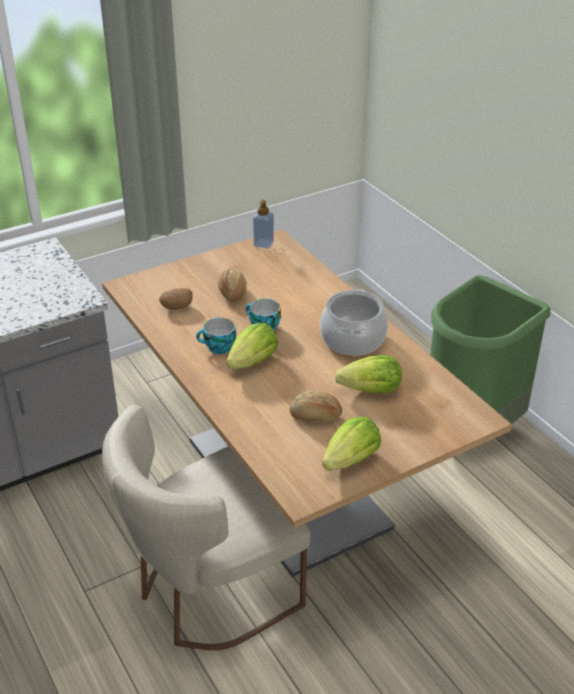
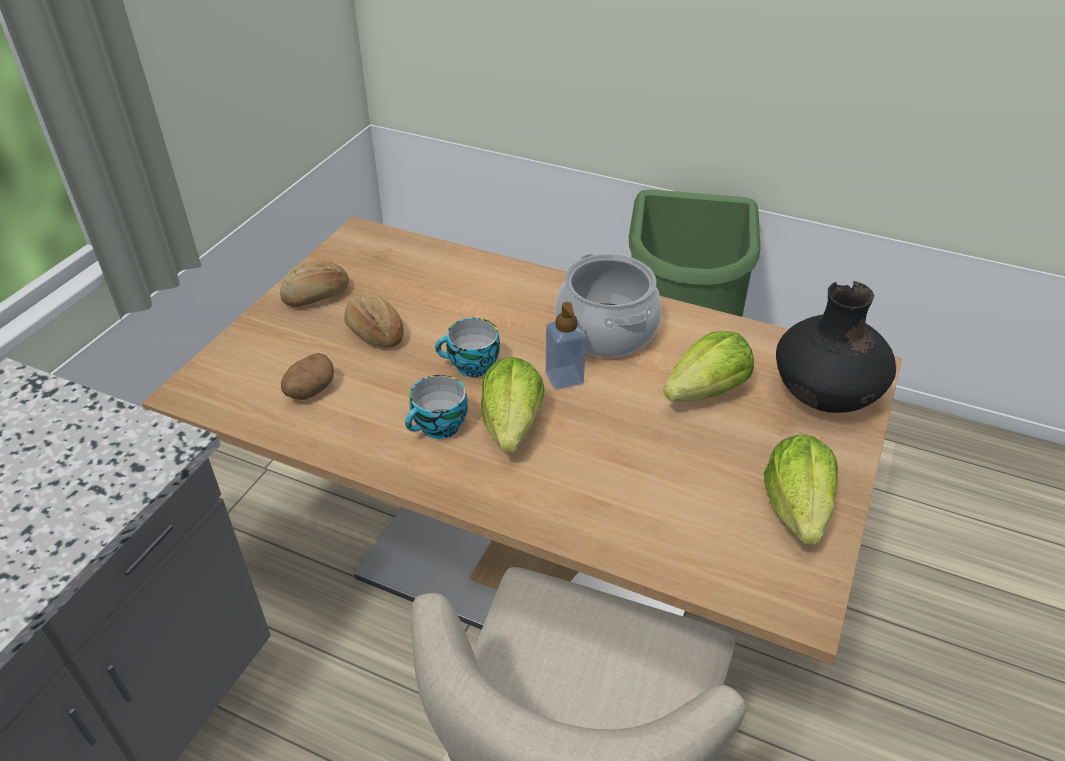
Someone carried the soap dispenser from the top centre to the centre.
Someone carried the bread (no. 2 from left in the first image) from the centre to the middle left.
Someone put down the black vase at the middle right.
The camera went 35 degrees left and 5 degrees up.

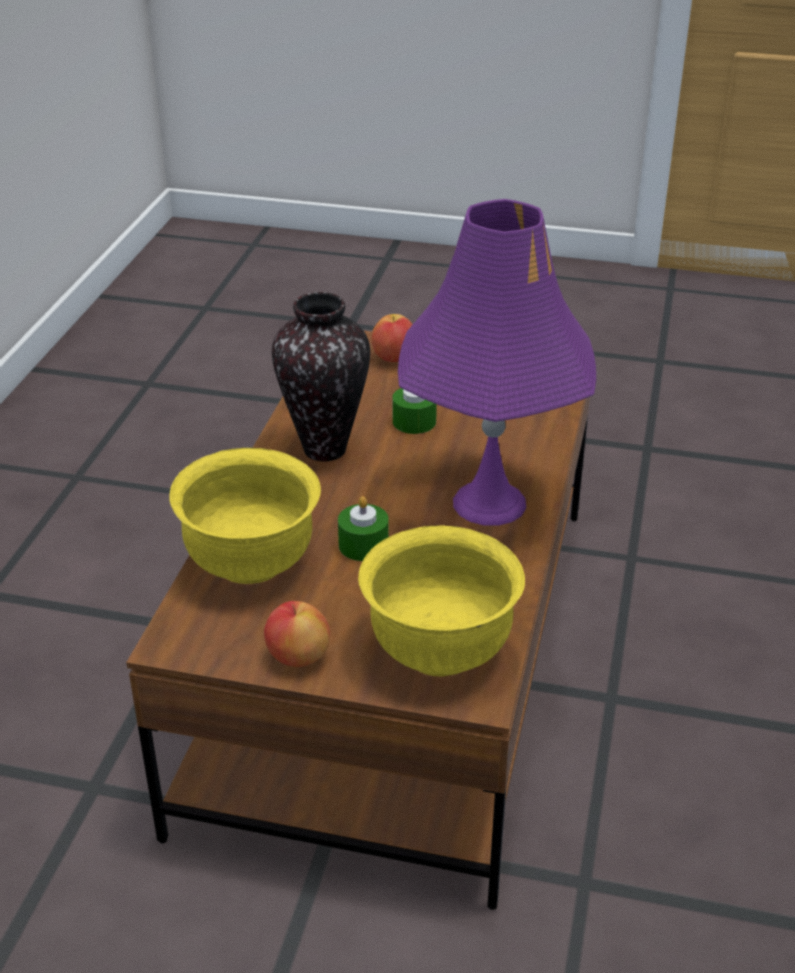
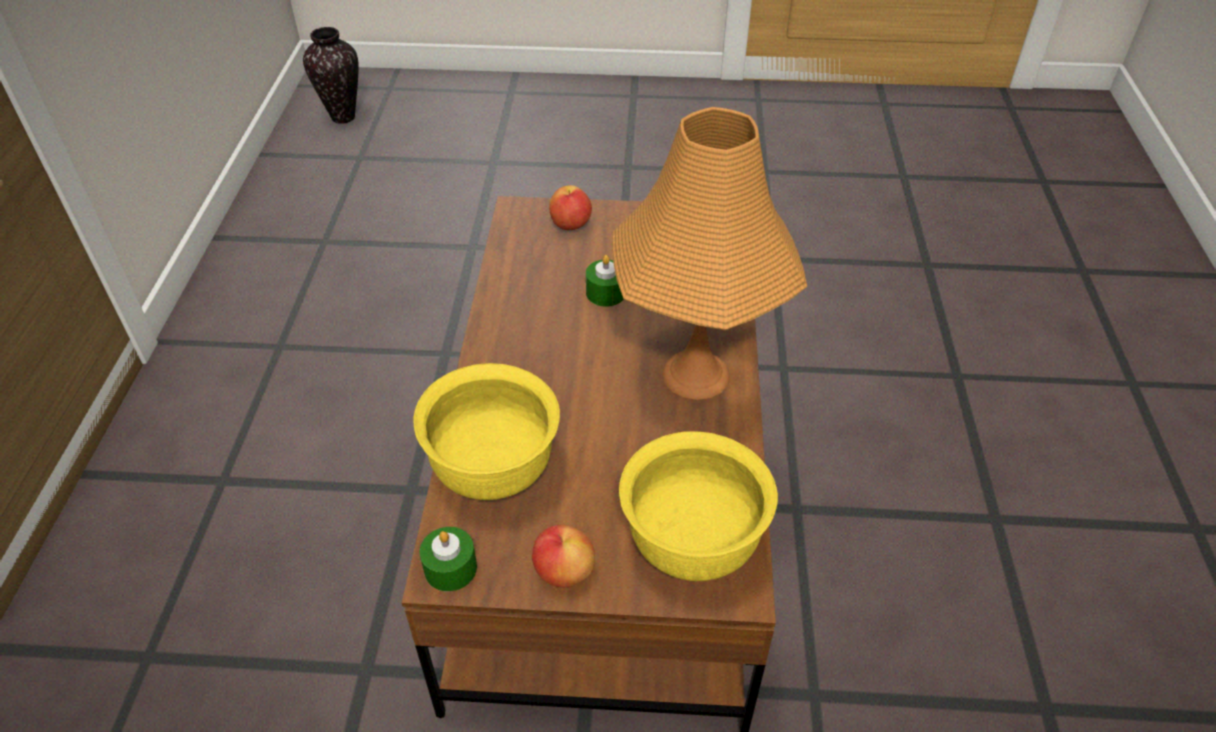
Someone carried the vase from the centre to the top left.
Someone carried the green candle (no. 1 from left) from the centre to the bottom centre.
Someone repainted the purple table lamp at the centre, which became the orange table lamp at the centre.
The camera went 10 degrees left and 10 degrees up.

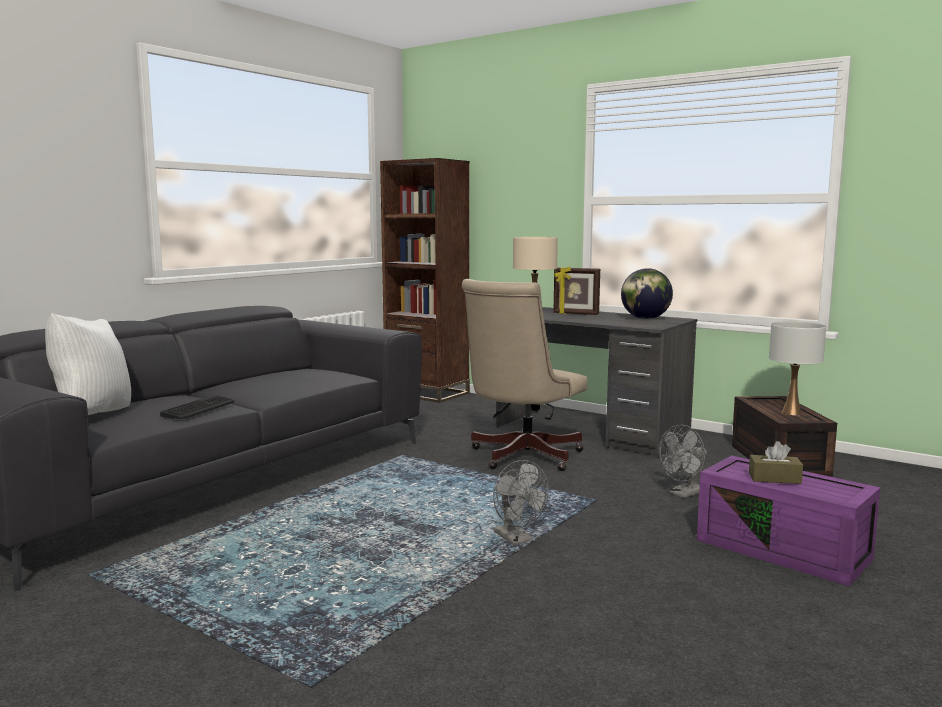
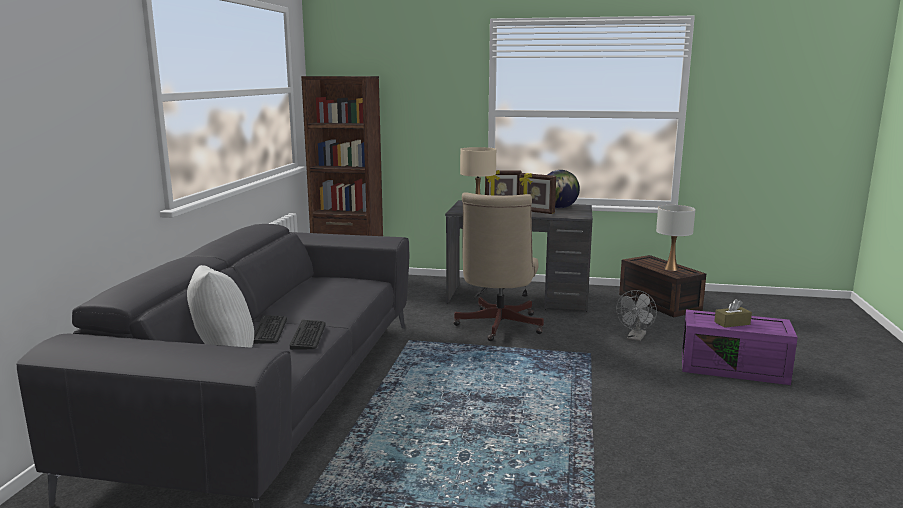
Someone took away the grey fan (no. 1 from left) at the bottom centre.
Someone put down the keyboard (no. 1 from left) at the middle left.
Someone put down the picture frame (no. 2 from left) at the centre.
The camera went 25 degrees left and 5 degrees up.

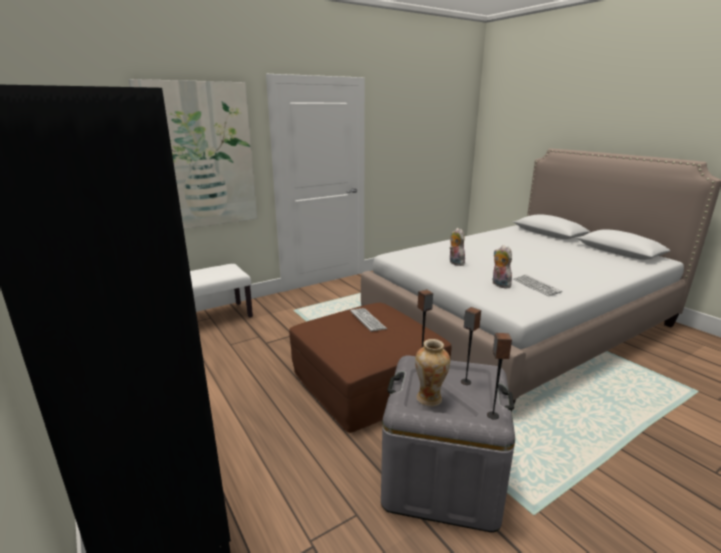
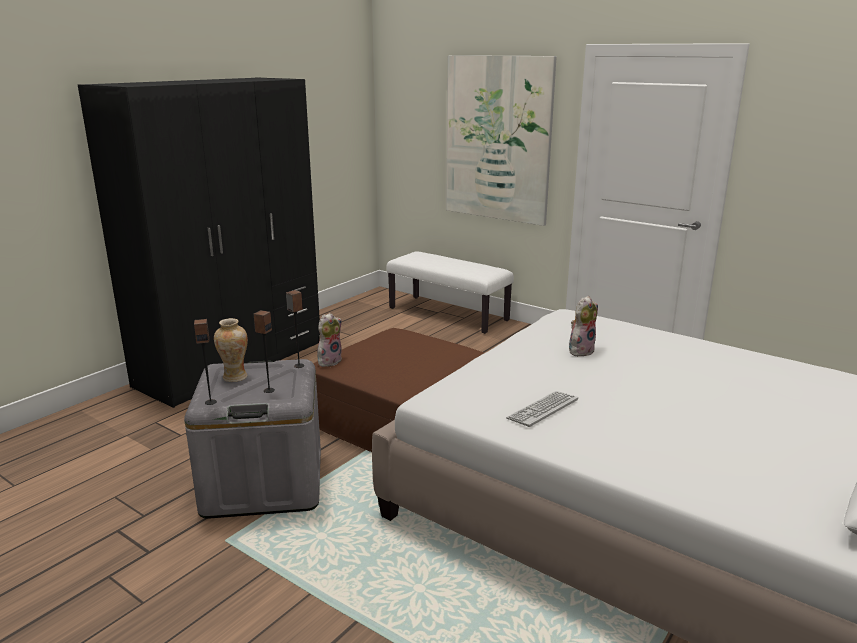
Someone took away the keyboard (no. 1 from left) at the centre.
Someone carried the plush toy (no. 2 from left in the first image) from the middle right to the centre.
The camera went 70 degrees right and 0 degrees up.

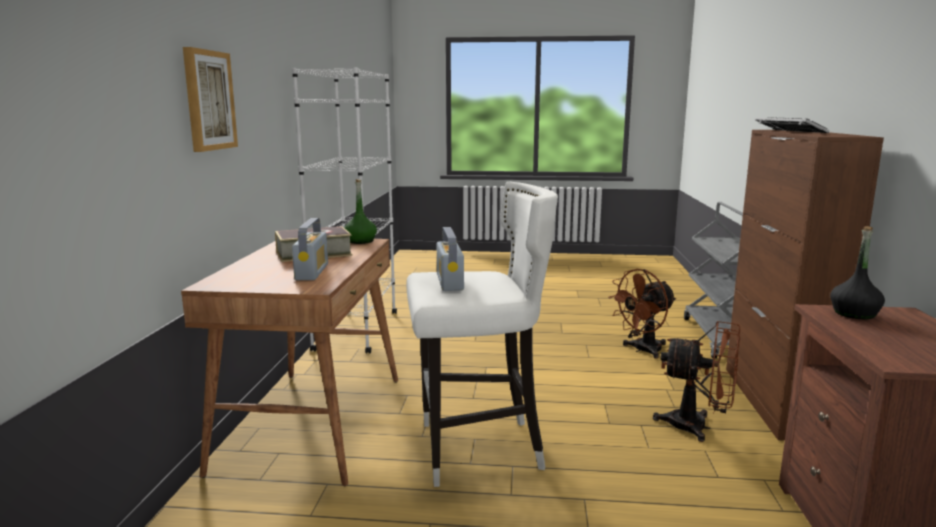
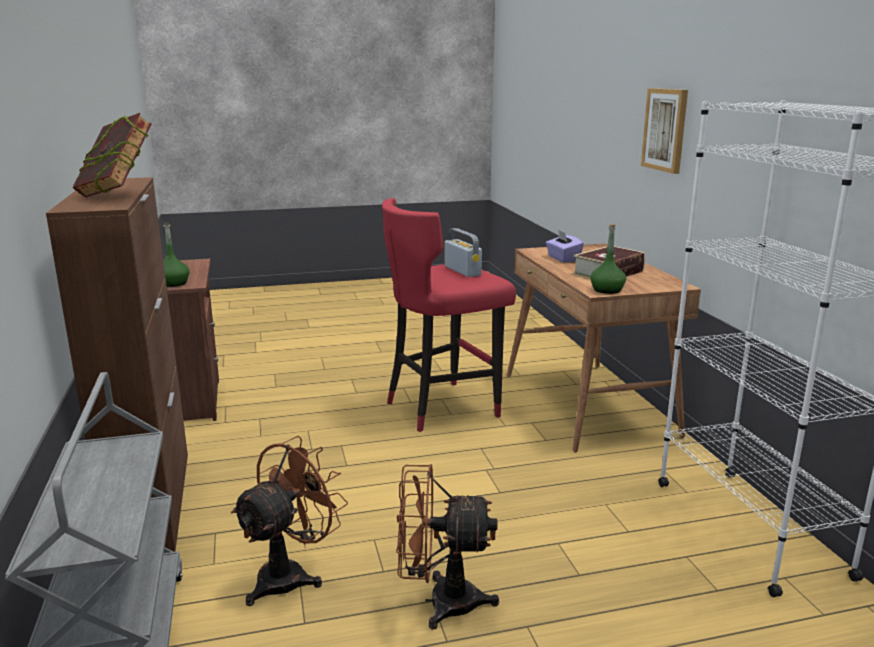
Someone swapped the radio (no. 1 from left) at the middle left for the purple tissue box at the centre.
Someone repainted the white stool at the centre, which became the red stool at the centre.
Someone carried the brown fan (no. 2 from left) from the bottom right to the bottom centre.
Someone swapped the keyboard at the top right for the book (no. 1 from left) at the top left.
Someone repainted the black bottle at the middle right, which became the green bottle (no. 1 from left) at the middle left.
The camera went 160 degrees right and 5 degrees up.

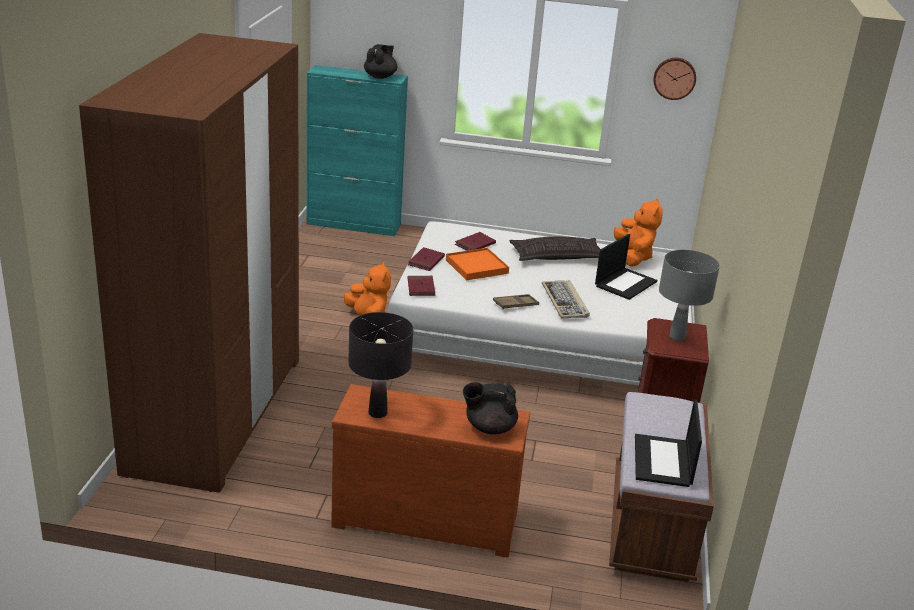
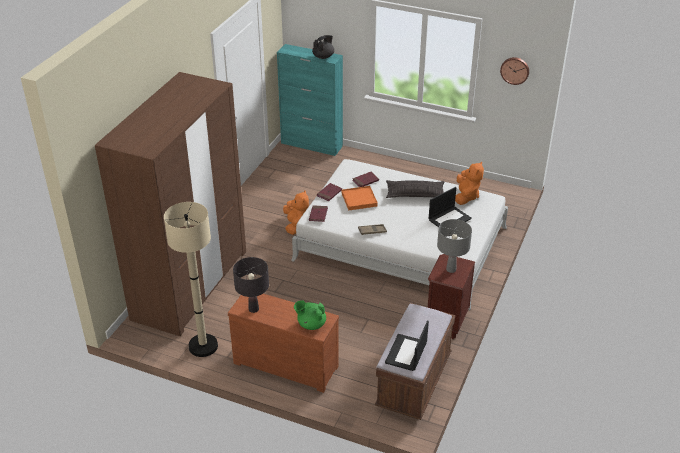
Someone repainted the black teapot (no. 2 from left) at the bottom centre, which became the green teapot at the bottom centre.
Someone took away the keyboard at the centre.
Someone put down the beige floor lamp at the middle left.
The camera went 15 degrees right and 10 degrees up.

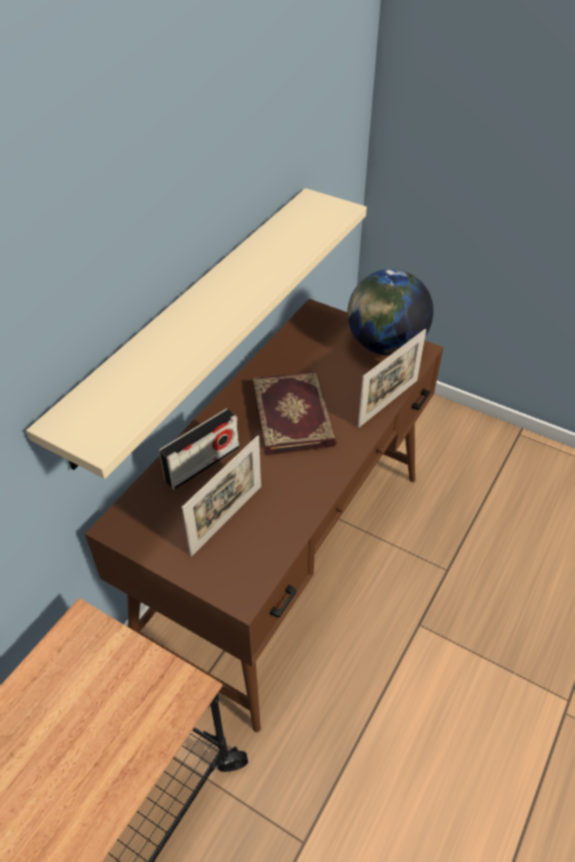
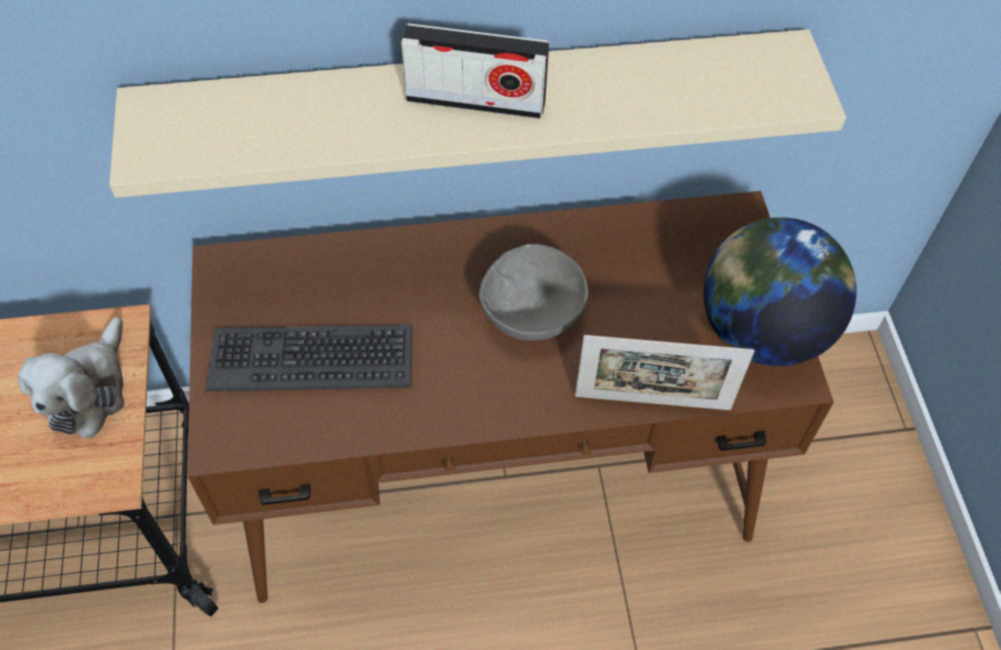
Someone carried the radio from the centre to the top centre.
Someone swapped the picture frame (no. 1 from left) at the centre for the keyboard at the middle left.
Someone swapped the book at the centre for the grey bowl at the centre.
Someone put down the plush toy at the middle left.
The camera went 50 degrees right and 10 degrees up.

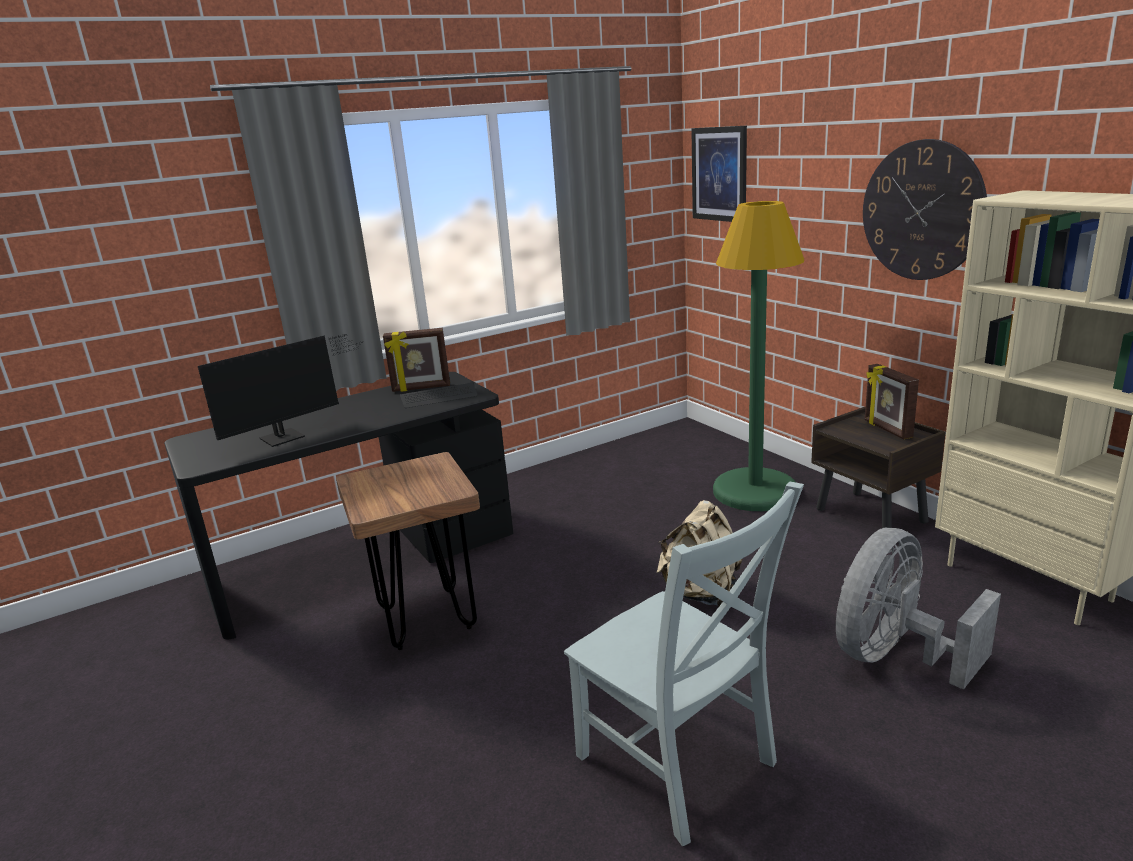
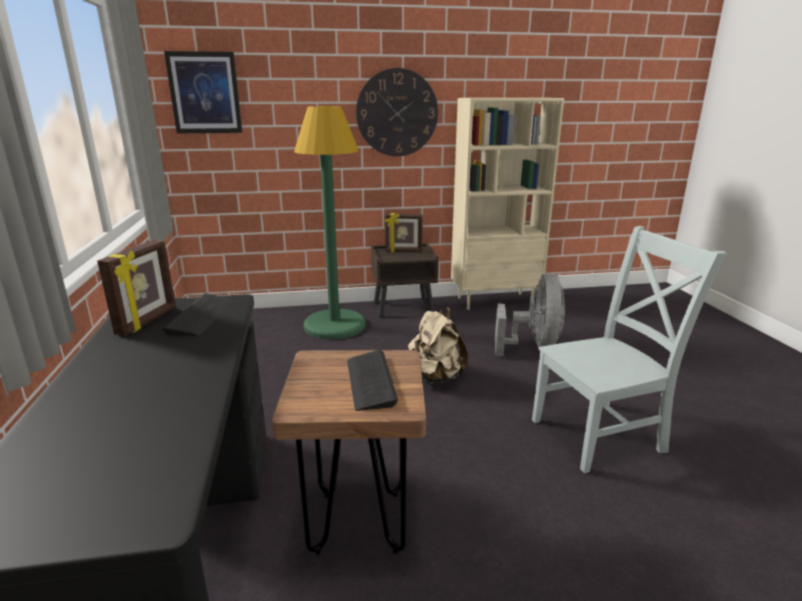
Someone took away the monitor at the middle left.
Someone rotated the grey fan at the bottom right by 150 degrees counterclockwise.
Someone put down the keyboard (no. 2 from left) at the centre.
The camera went 70 degrees left and 0 degrees up.

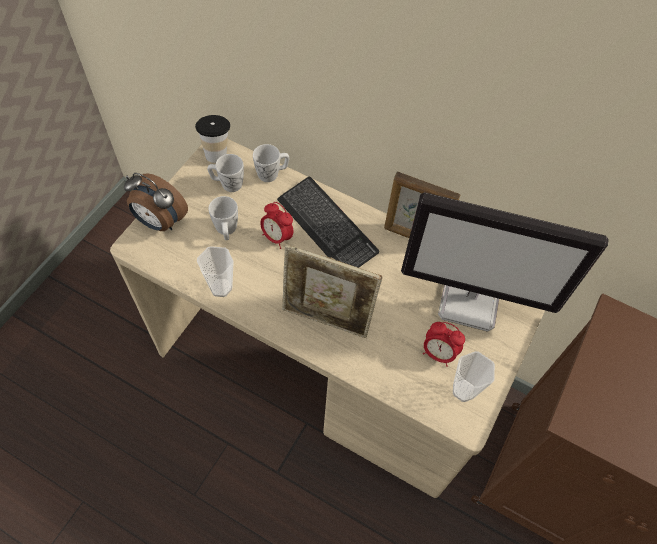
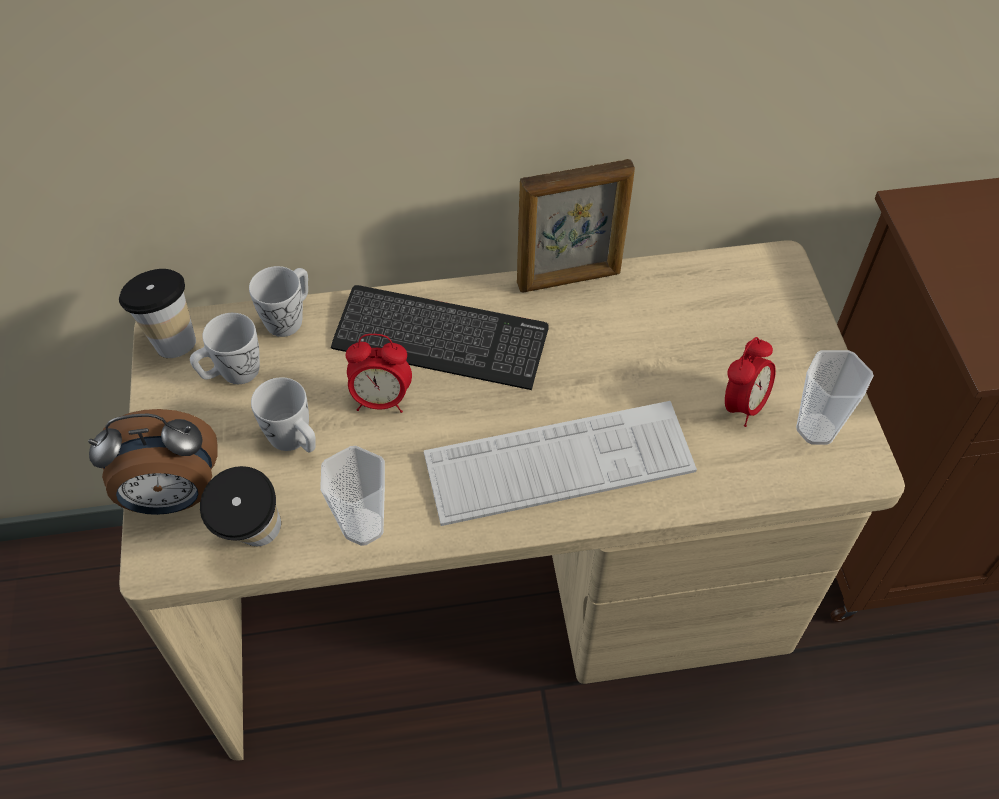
Someone swapped the picture frame (no. 1 from left) at the centre for the keyboard (no. 2 from left) at the centre.
Someone took away the monitor at the middle right.
Someone rotated the alarm clock (no. 3 from left) at the middle right by 45 degrees counterclockwise.
Someone put down the cup (no. 2 from left) at the middle left.
The camera went 35 degrees left and 5 degrees down.

